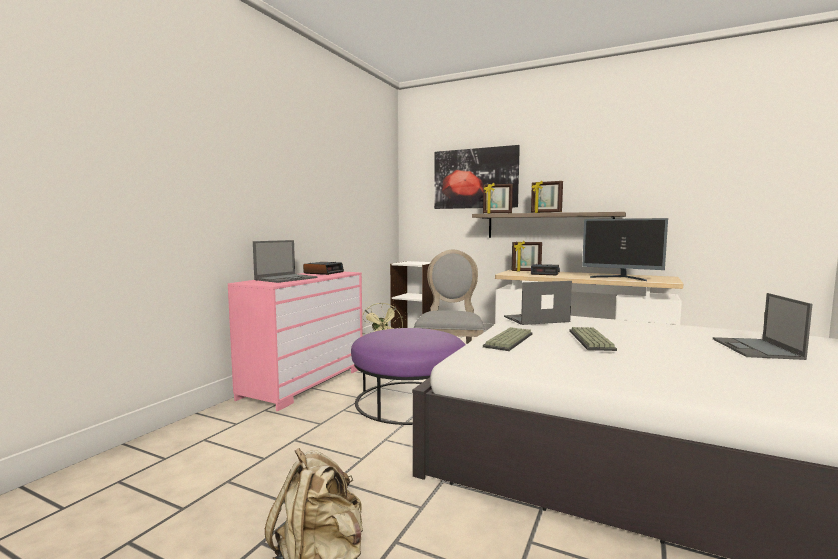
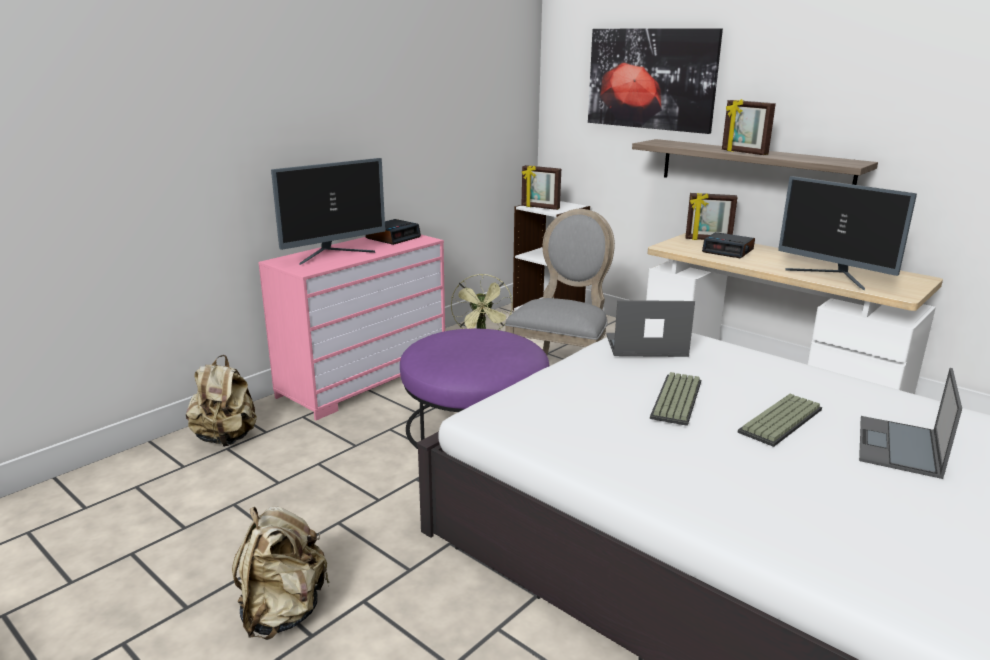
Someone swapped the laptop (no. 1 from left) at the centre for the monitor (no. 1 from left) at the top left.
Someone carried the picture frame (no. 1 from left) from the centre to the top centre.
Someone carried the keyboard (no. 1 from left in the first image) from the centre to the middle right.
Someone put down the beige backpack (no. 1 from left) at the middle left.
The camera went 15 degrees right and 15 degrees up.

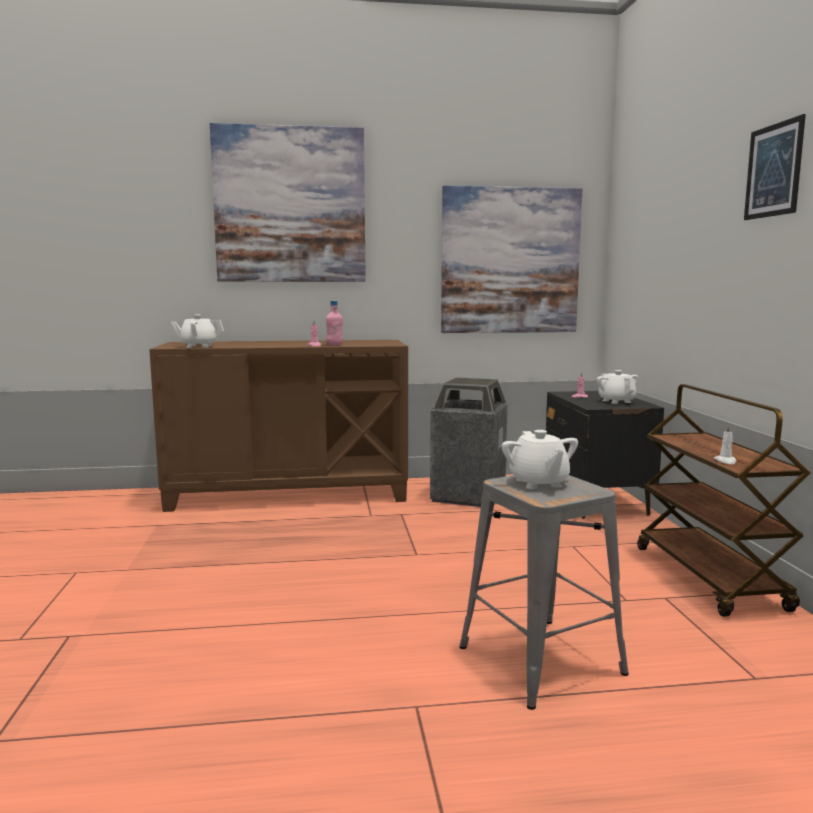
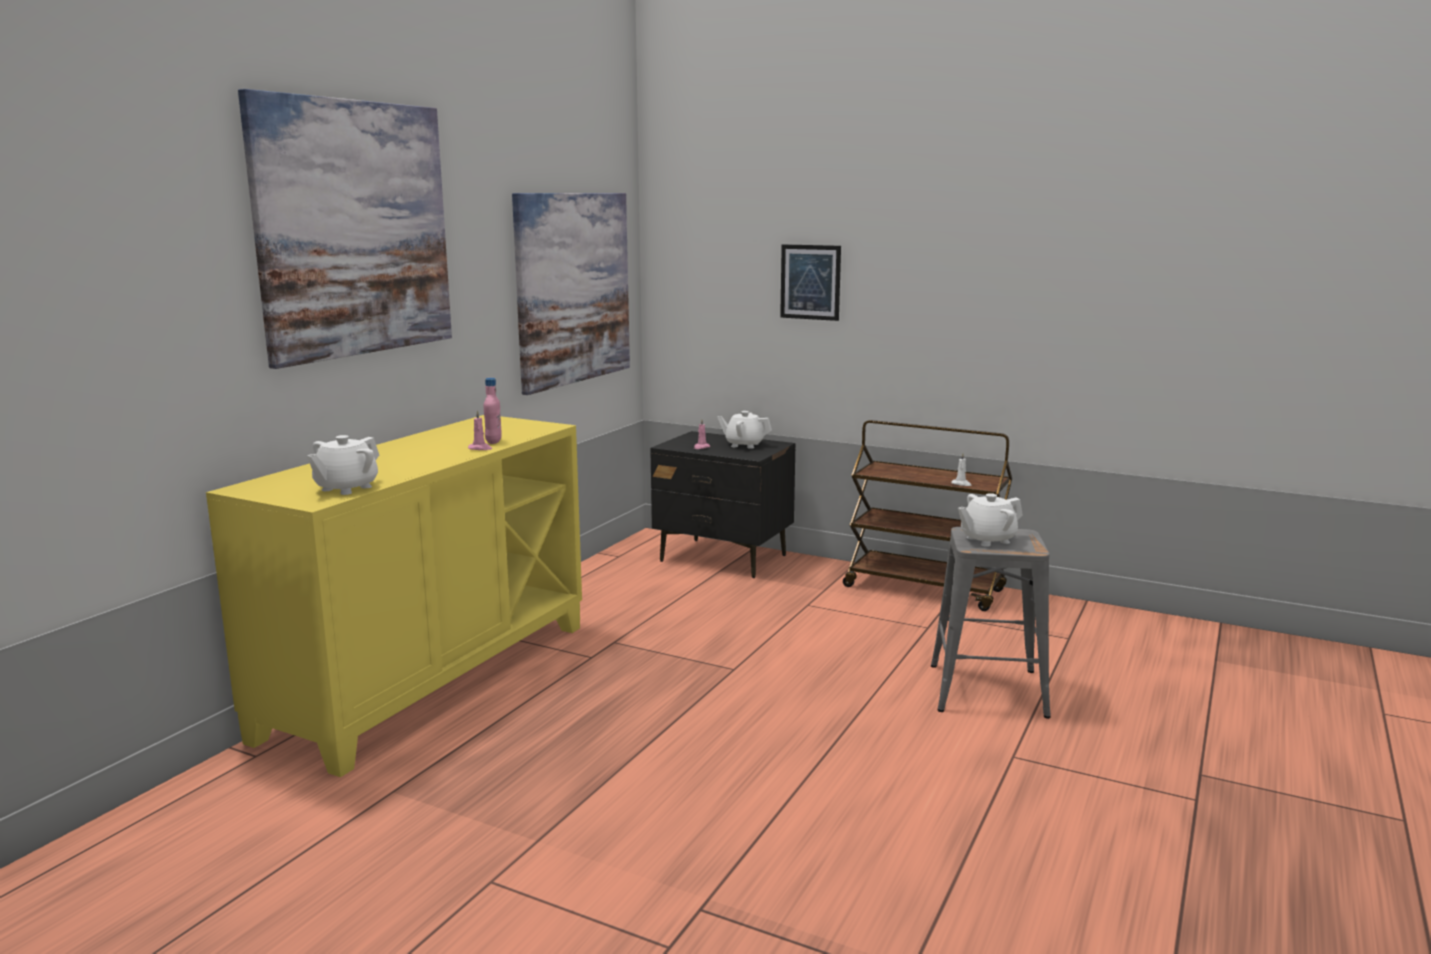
Someone repainted the brown cabinet at the centre, which became the yellow cabinet at the middle left.
Someone took away the trash can at the centre.
Someone rotated the white teapot (no. 2 from left in the first image) at the centre by 135 degrees clockwise.
Someone carried the picture (no. 3 from left) from the top right to the top centre.
The camera went 55 degrees left and 5 degrees up.

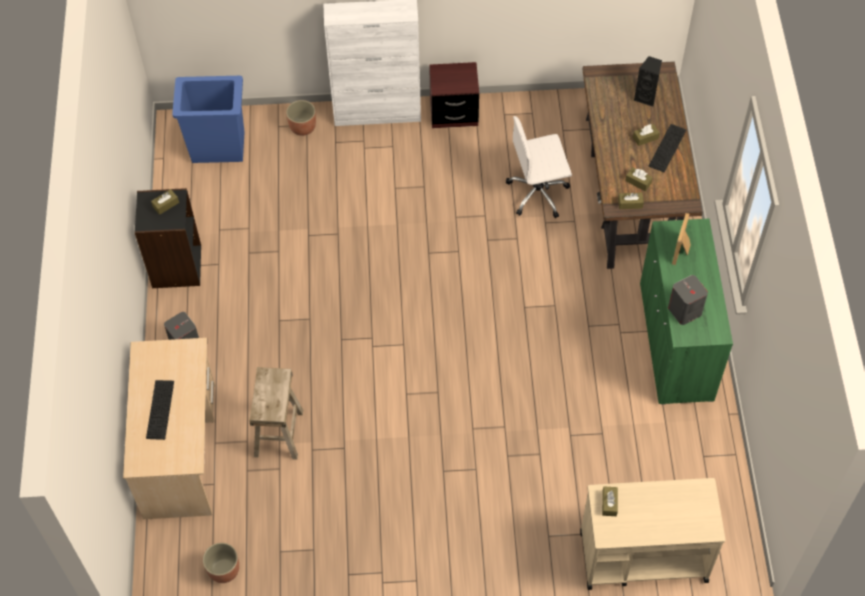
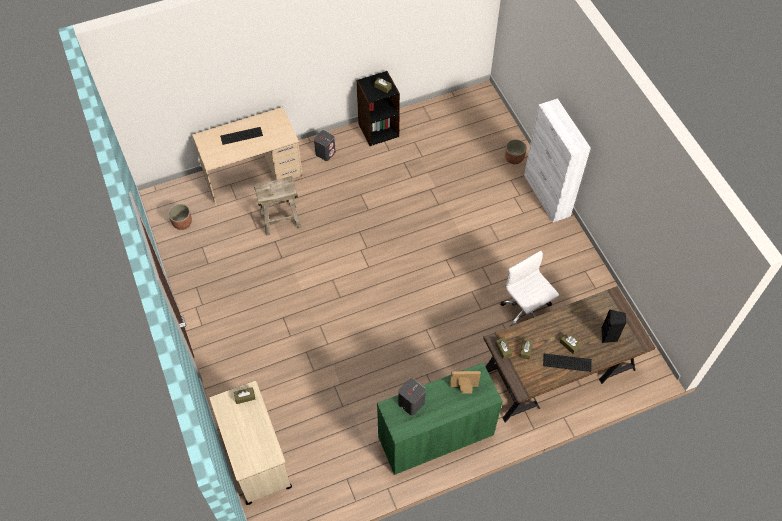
Someone took away the blue trash can at the top left.
Someone took away the brown nightstand at the top centre.
The camera went 70 degrees right and 0 degrees up.

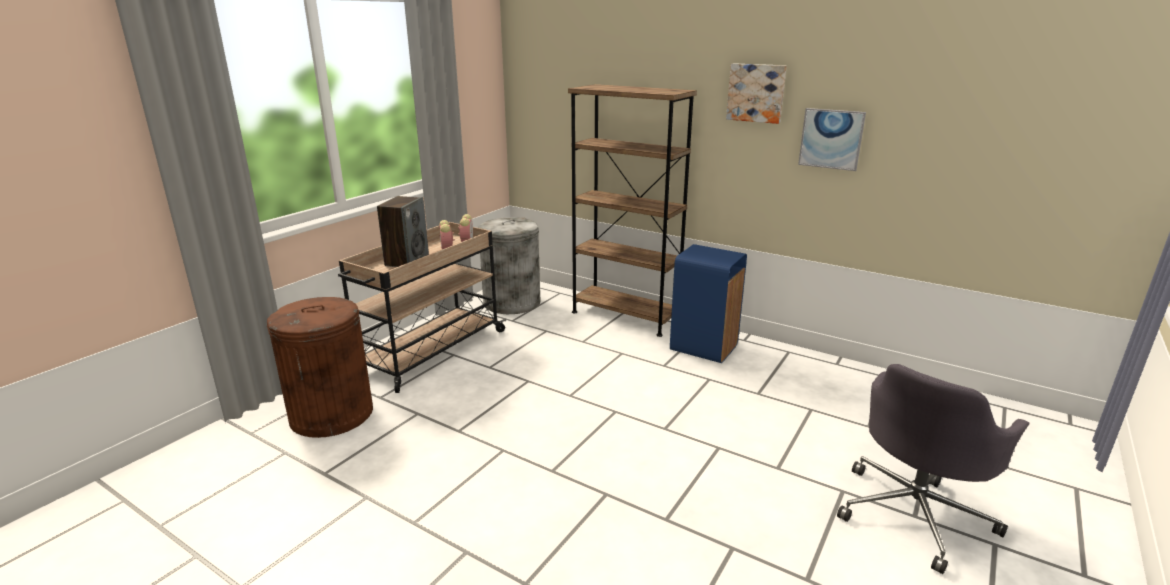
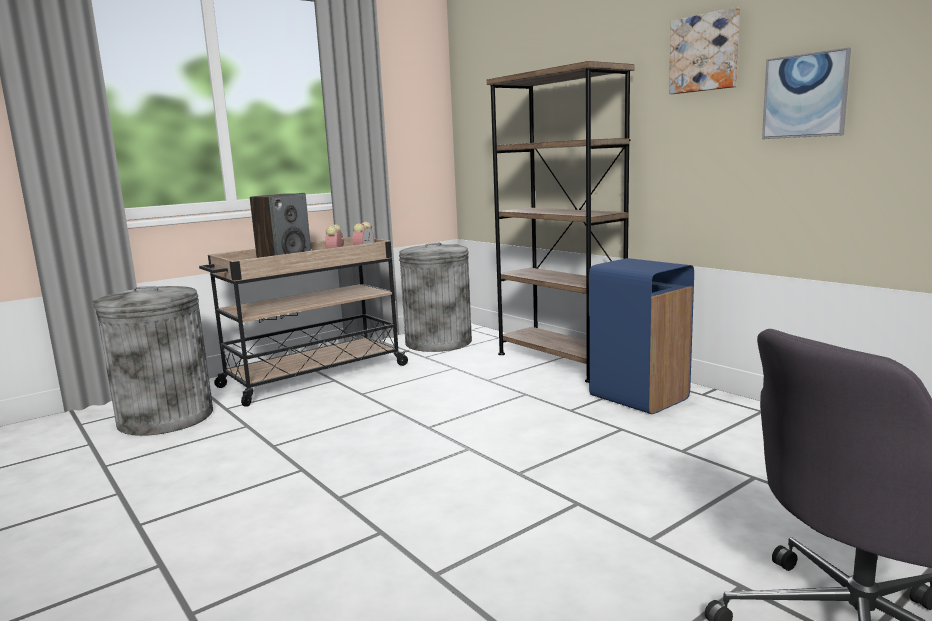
Someone repainted the brown trash can at the middle left, which became the grey trash can (no. 1 from left) at the middle left.
The camera went 20 degrees right and 10 degrees down.

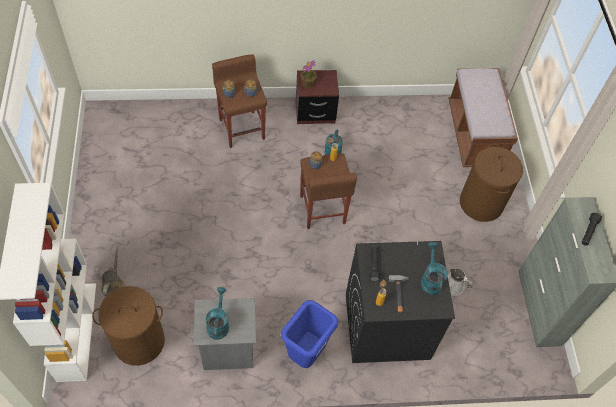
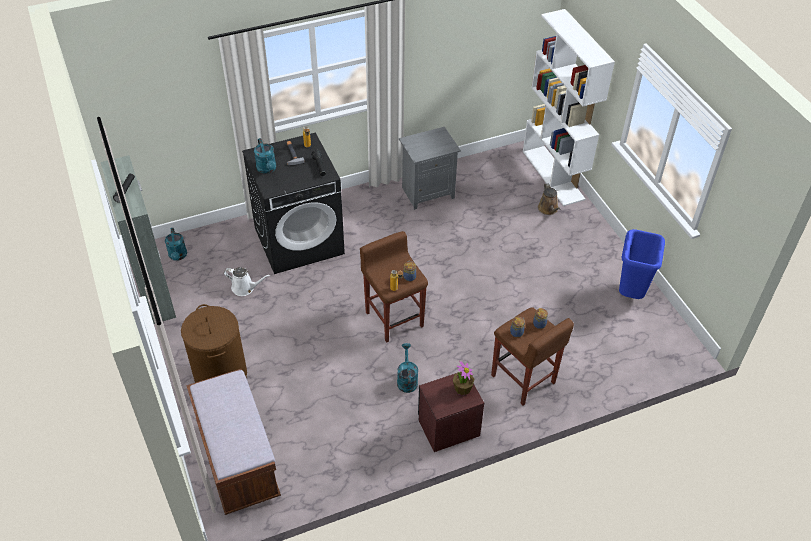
Someone took away the brown laundry basket (no. 1 from left) at the bottom left.
Someone carried the turquoise watering can (no. 1 from left) from the bottom centre to the middle left.
Someone carried the blue trash can from the bottom centre to the middle right.
The camera went 165 degrees right and 10 degrees down.

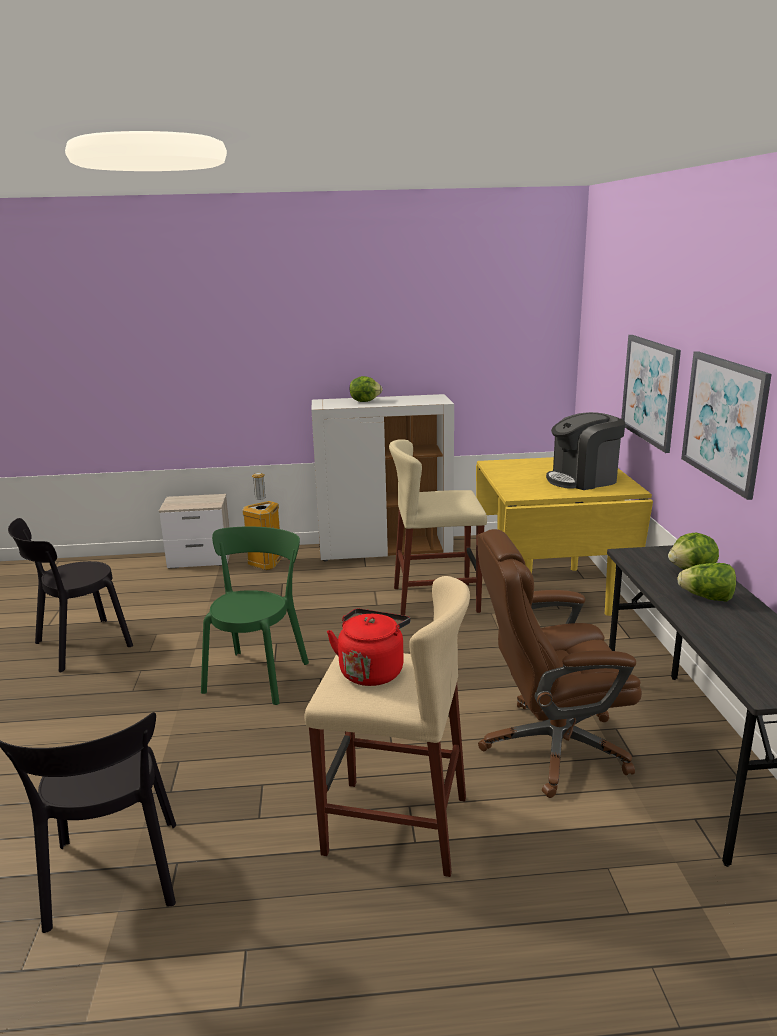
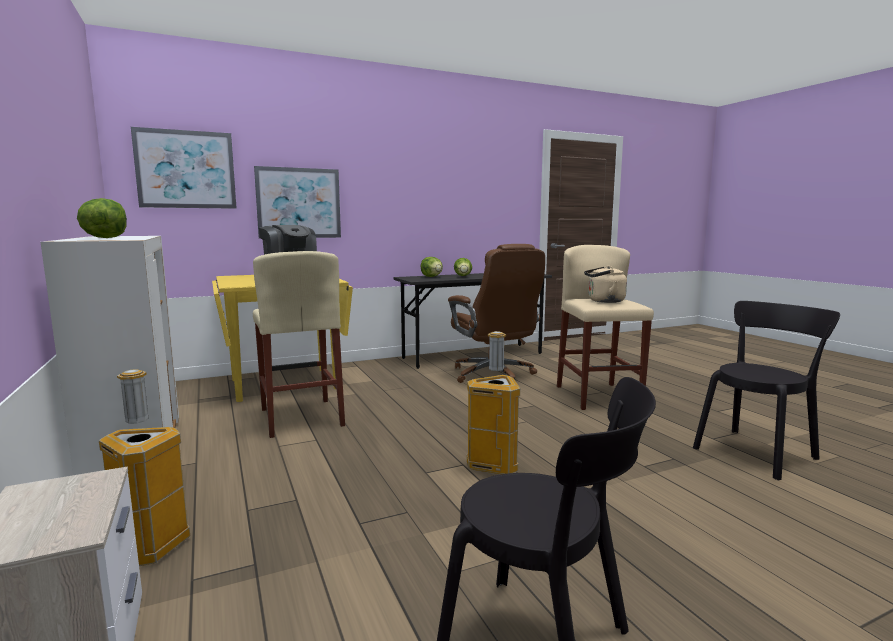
Someone swapped the green chair at the middle left for the trash can (no. 2 from left) at the centre.
Someone repainted the red kettle at the centre, which became the beige kettle at the middle right.
Someone carried the picture (no. 2 from left in the first image) from the middle right to the top left.
The camera went 110 degrees left and 10 degrees down.

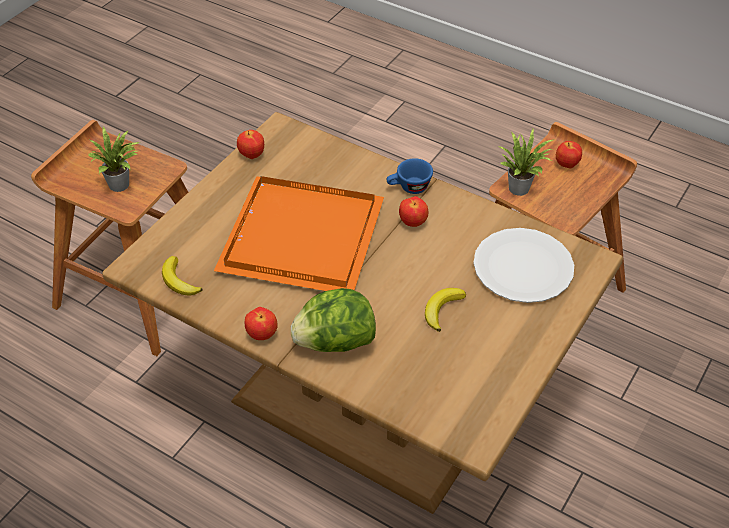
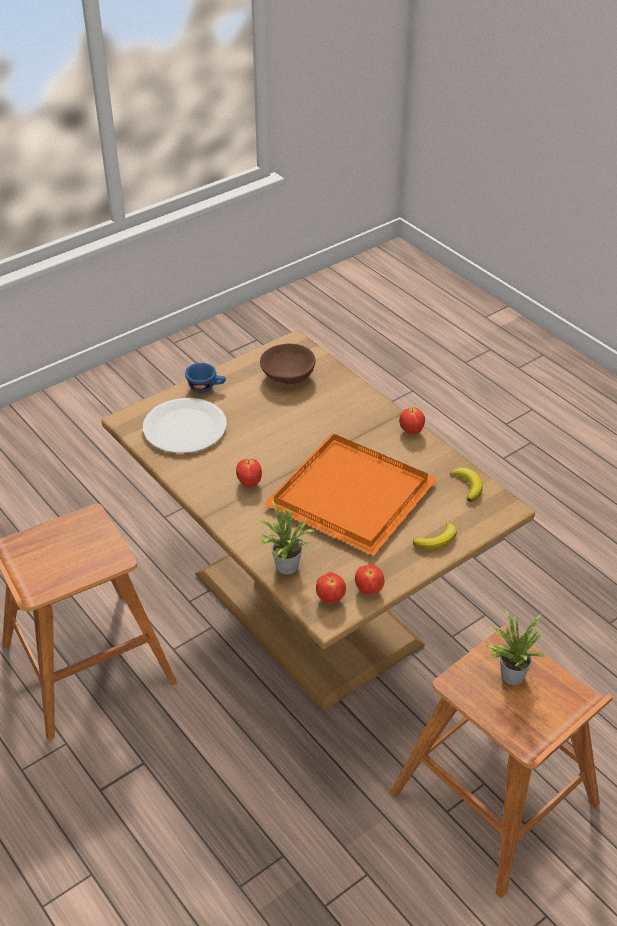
Someone took away the lettuce at the centre.
Someone carried the blue cup from the centre to the middle left.
Someone carried the banana (no. 2 from left in the first image) from the centre to the middle right.
Someone carried the potted plant (no. 2 from left in the first image) from the top right to the centre.
Someone carried the apple (no. 4 from left in the first image) from the top right to the centre.
Someone put down the brown bowl at the centre.
The camera went 160 degrees left and 5 degrees down.

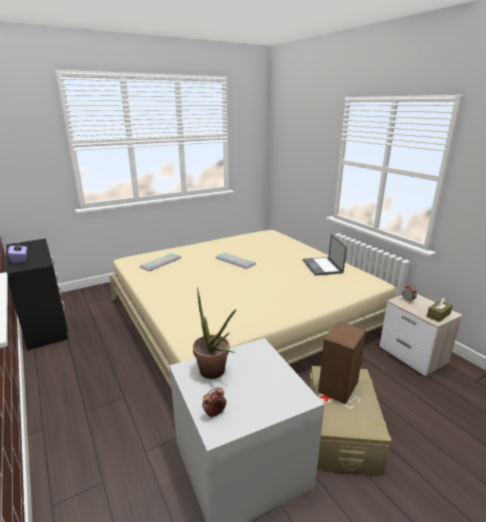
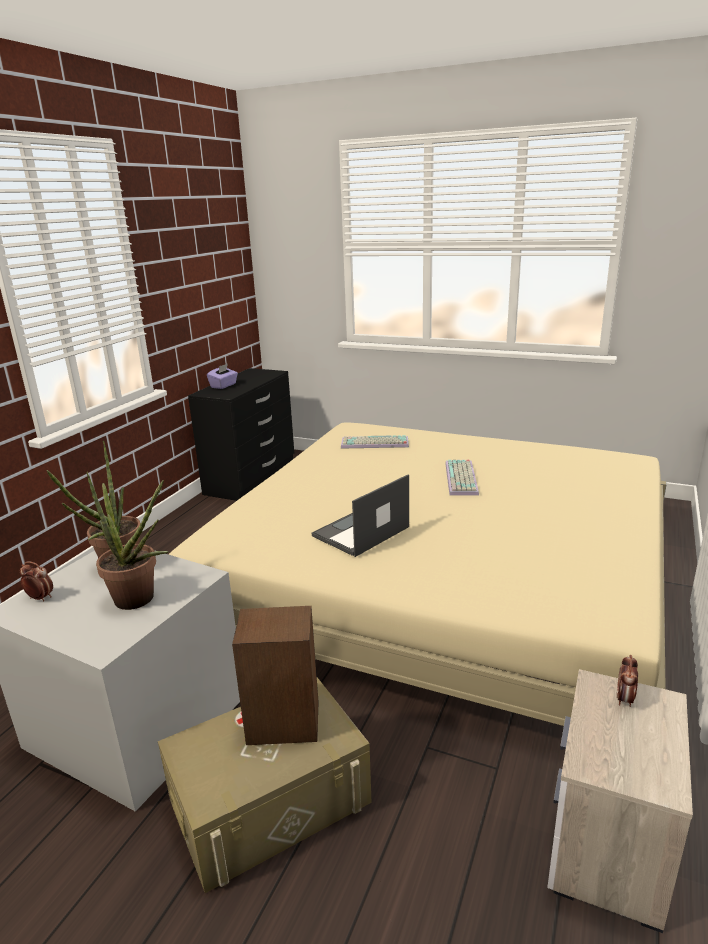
Someone carried the laptop from the middle right to the centre.
Someone took away the brown tissue box at the middle right.
Someone put down the potted plant (no. 2 from left) at the middle left.
The camera went 55 degrees right and 0 degrees up.

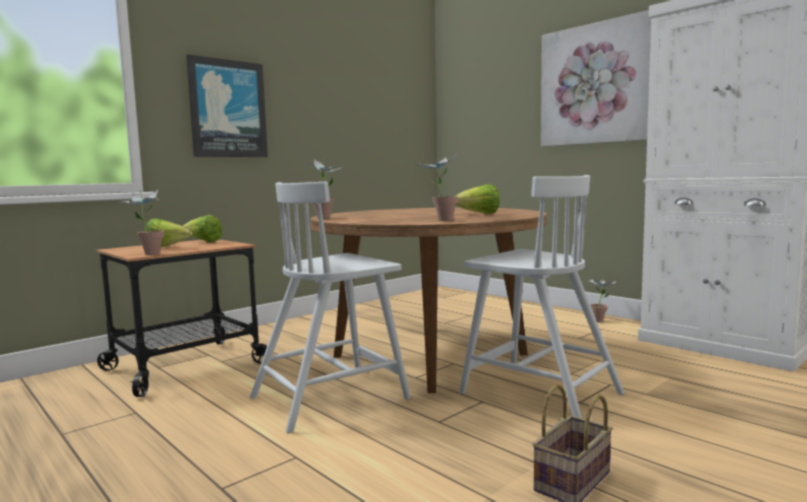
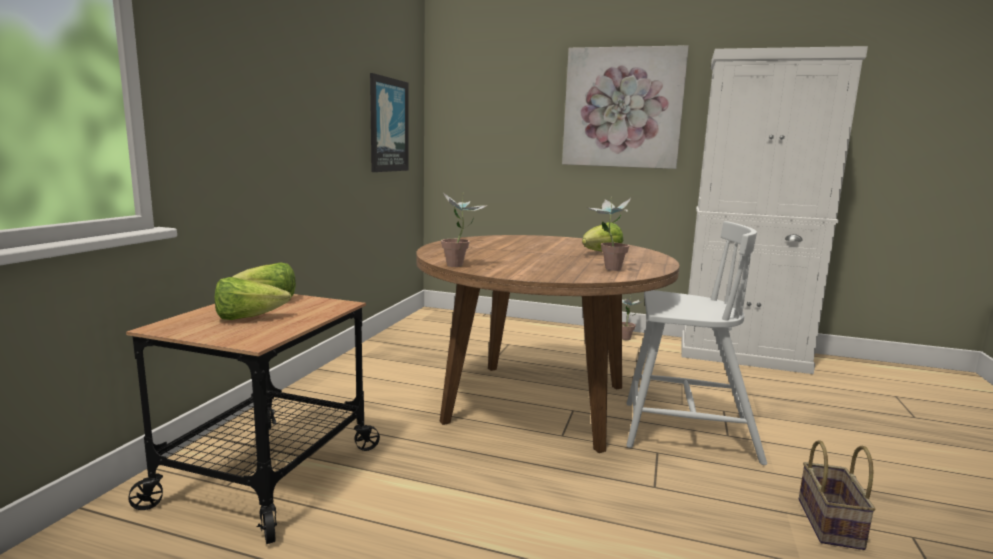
Someone took away the potted plant (no. 1 from left) at the middle left.
Someone carried the picture (no. 1 from left) from the top left to the top centre.
Someone took away the white chair (no. 1 from left) at the centre.
The camera went 30 degrees left and 5 degrees up.

